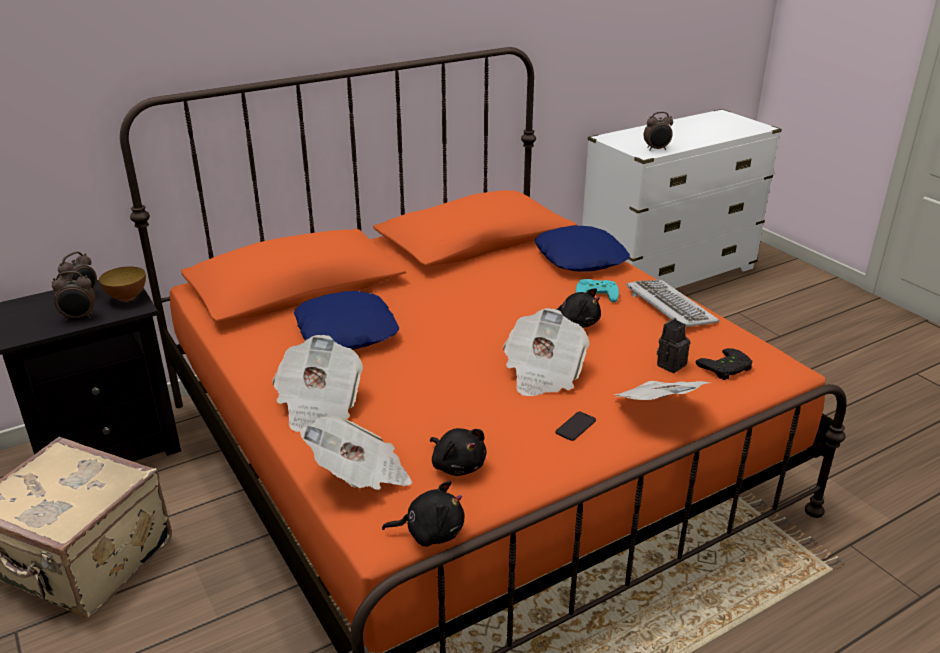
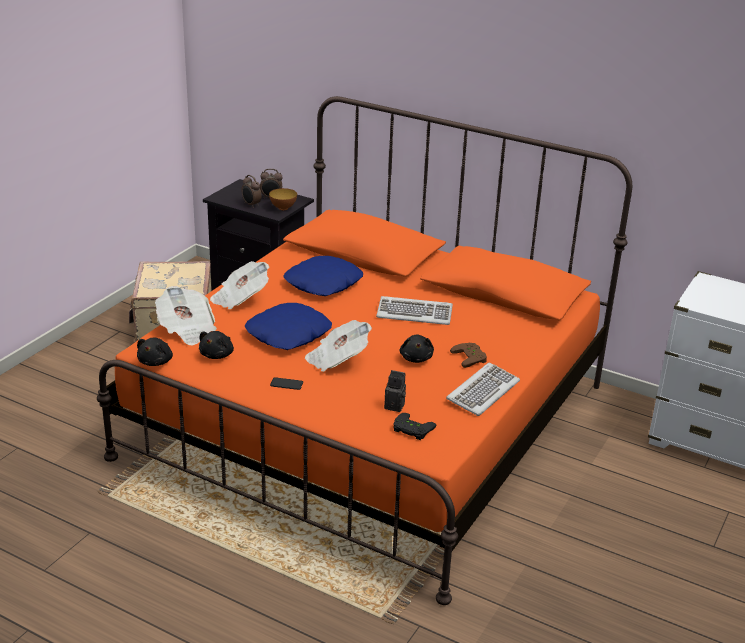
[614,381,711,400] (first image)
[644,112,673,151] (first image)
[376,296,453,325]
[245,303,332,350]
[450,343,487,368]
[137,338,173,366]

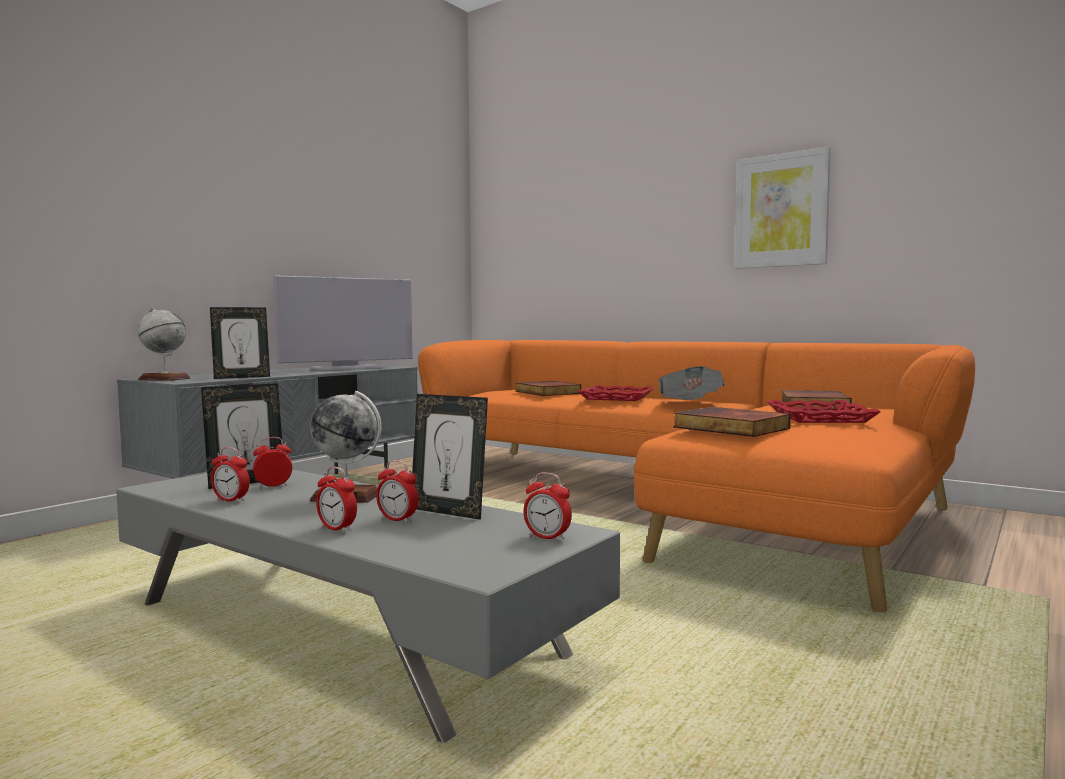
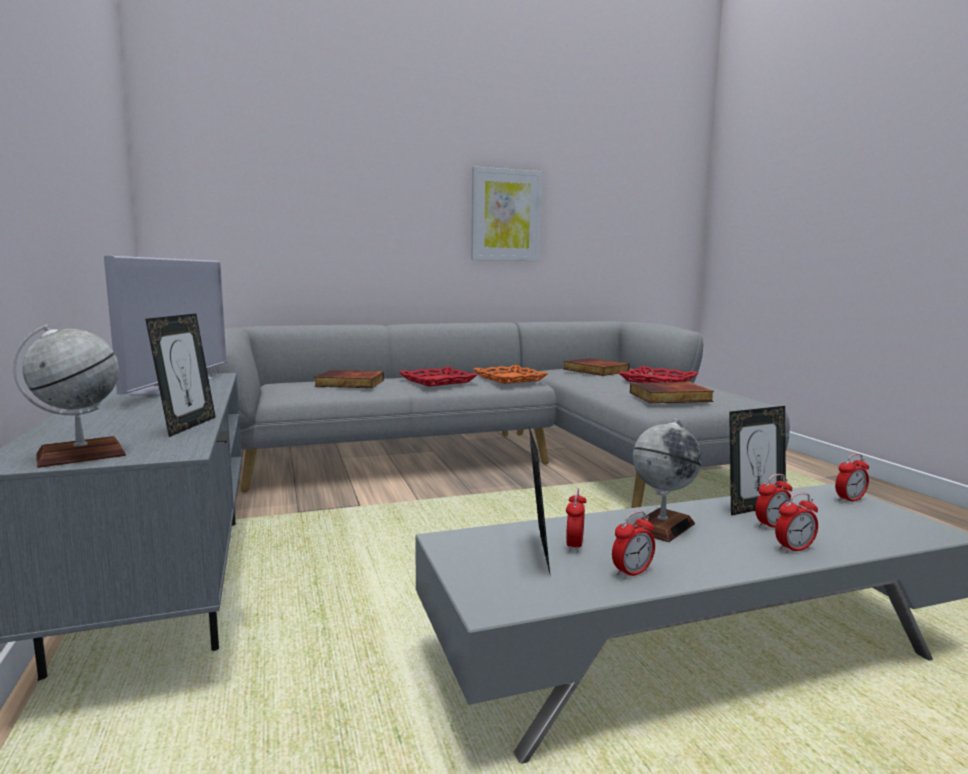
[473,365,549,384]
[207,321,790,508]

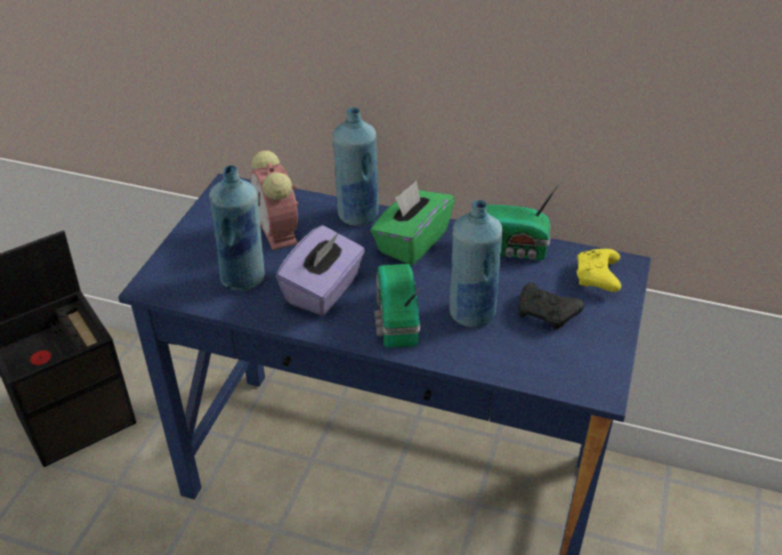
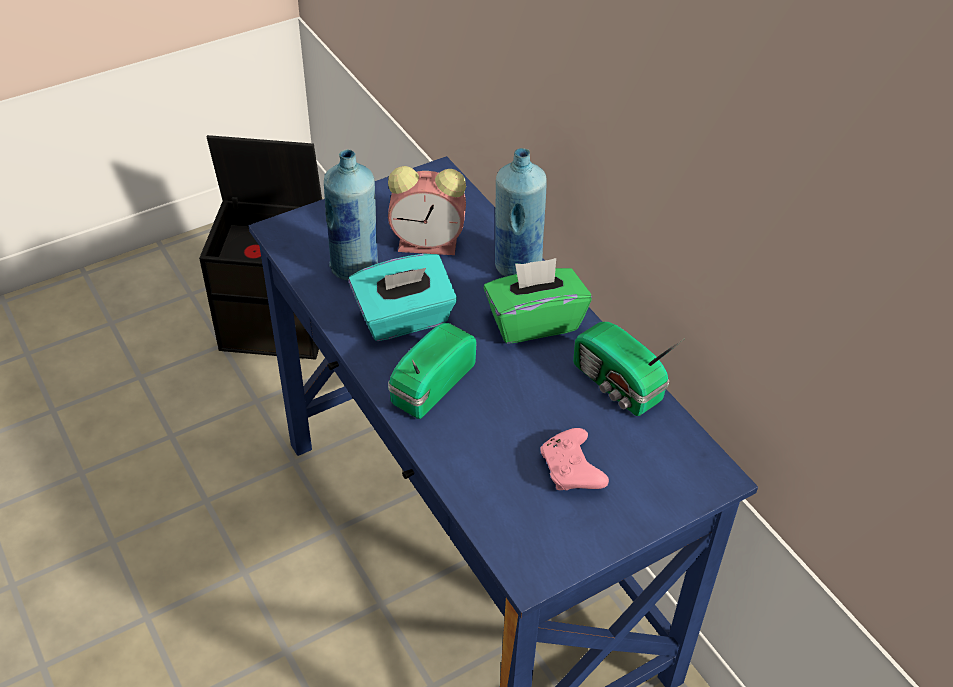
[449,200,503,327] (first image)
[577,249,621,292] (first image)
[349,254,457,341]
[540,428,609,491]
[388,166,466,255]

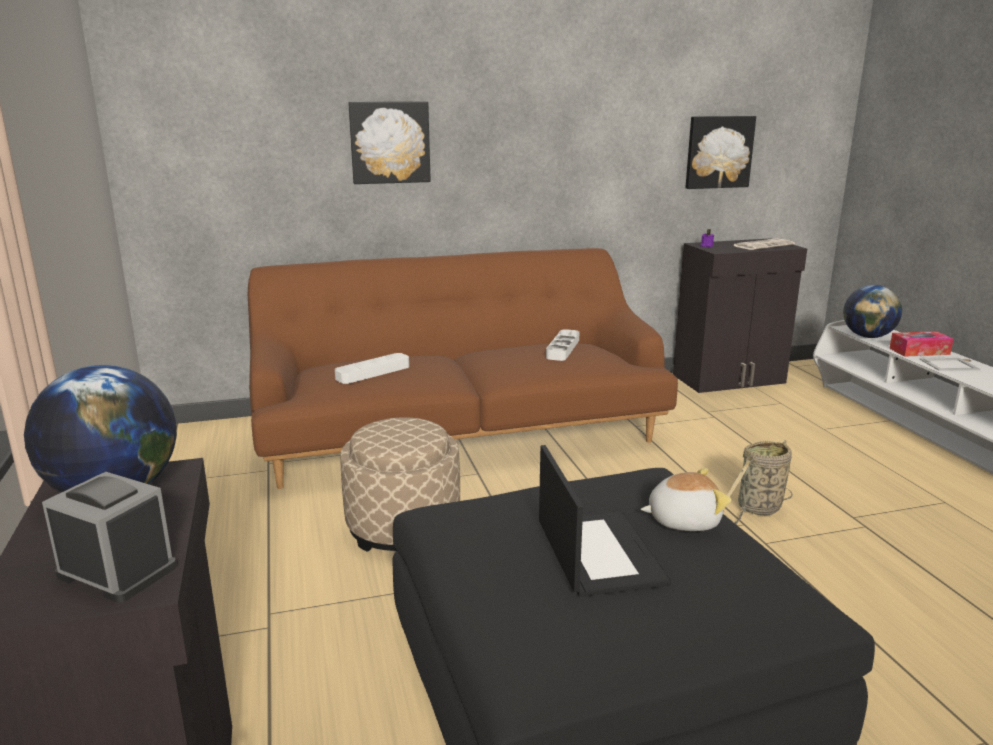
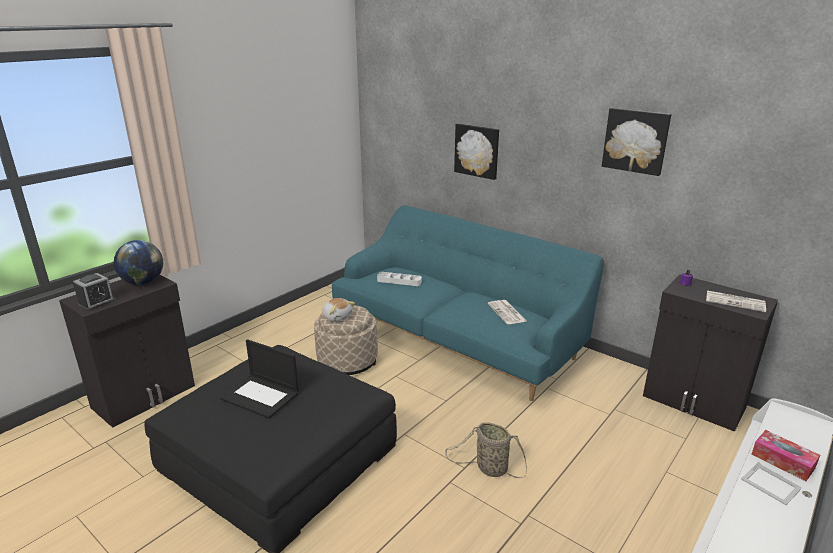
[843,285,902,338] (first image)
[322,298,355,322]
[602,108,671,176]
[488,300,527,324]
[332,205,604,401]
[73,273,116,311]
[220,339,299,419]

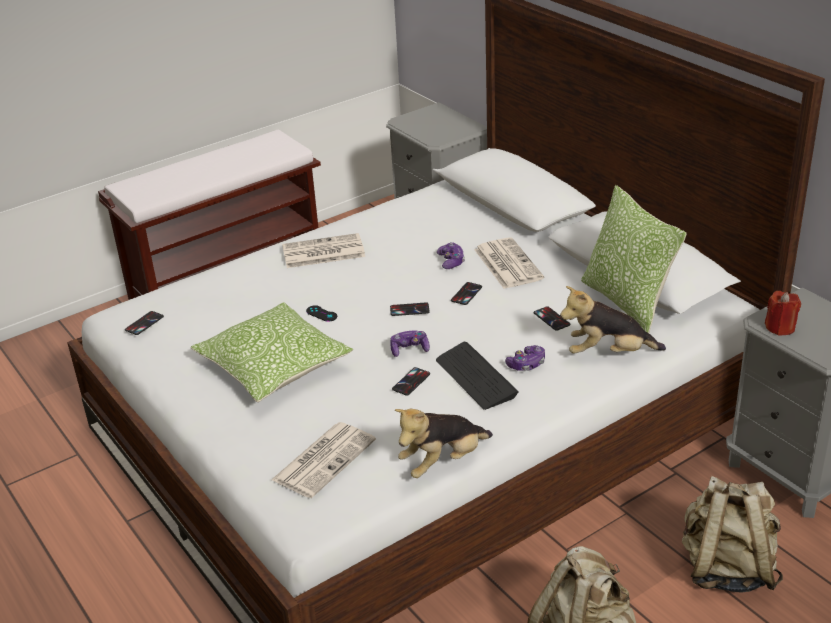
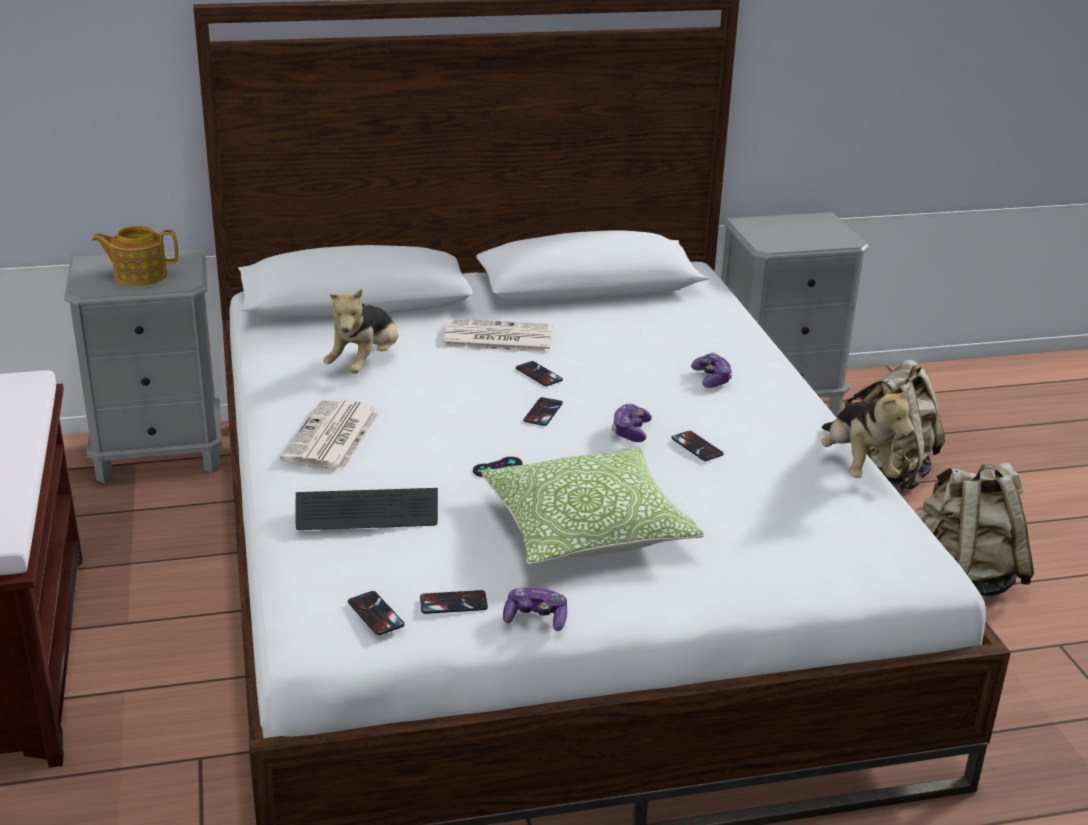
[271,422,376,498] (first image)
[581,185,687,334] (first image)
[765,291,801,336] (first image)
[92,226,178,286]
[295,488,438,530]
[503,587,567,631]
[420,590,488,614]
[323,289,398,373]

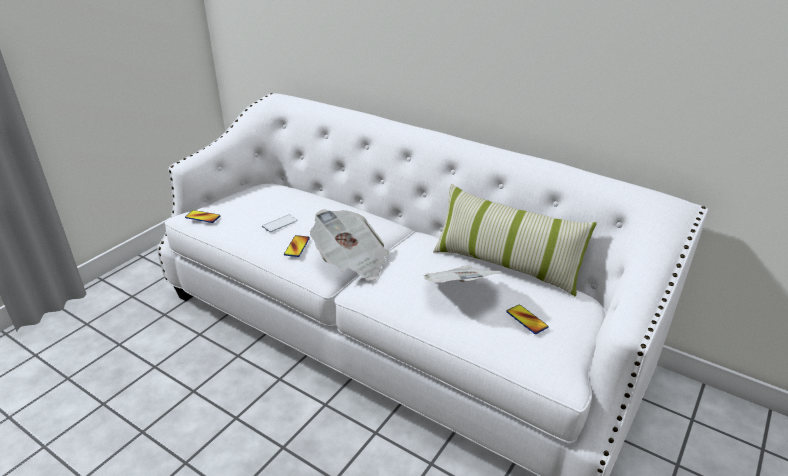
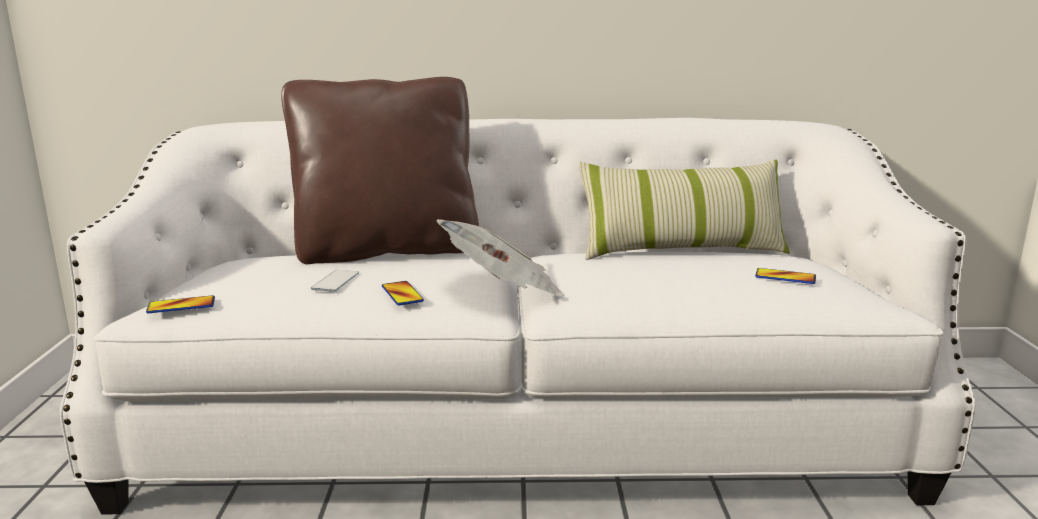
[424,266,503,283] (first image)
[281,77,479,264]

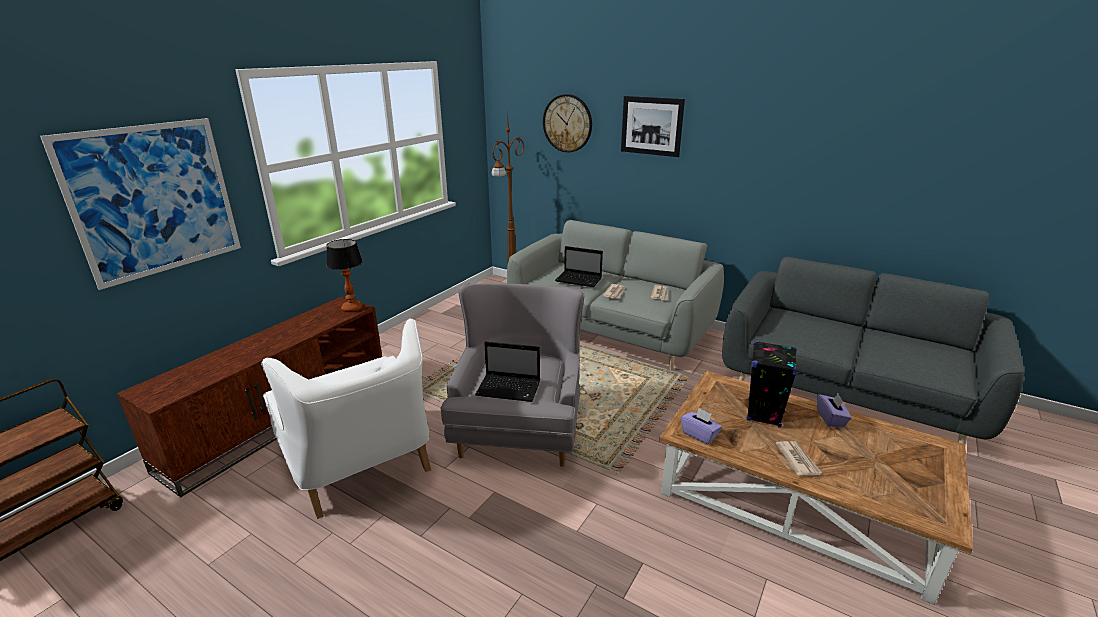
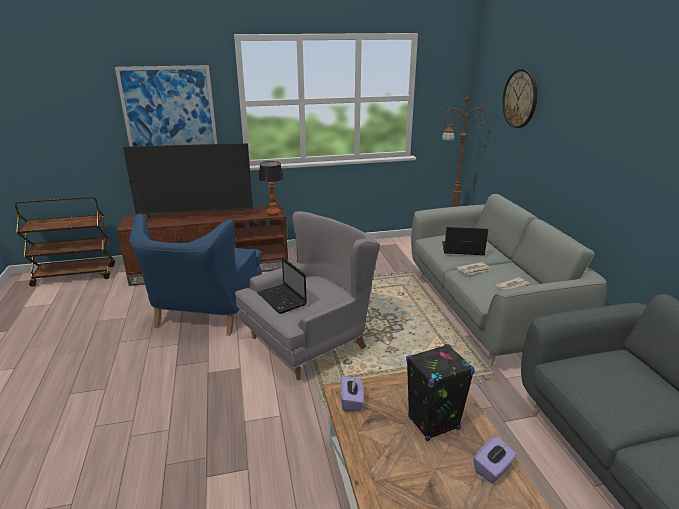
[621,96,685,157] (first image)
[776,441,822,476] (first image)
[123,143,253,222]
[130,214,262,336]
[442,227,488,255]

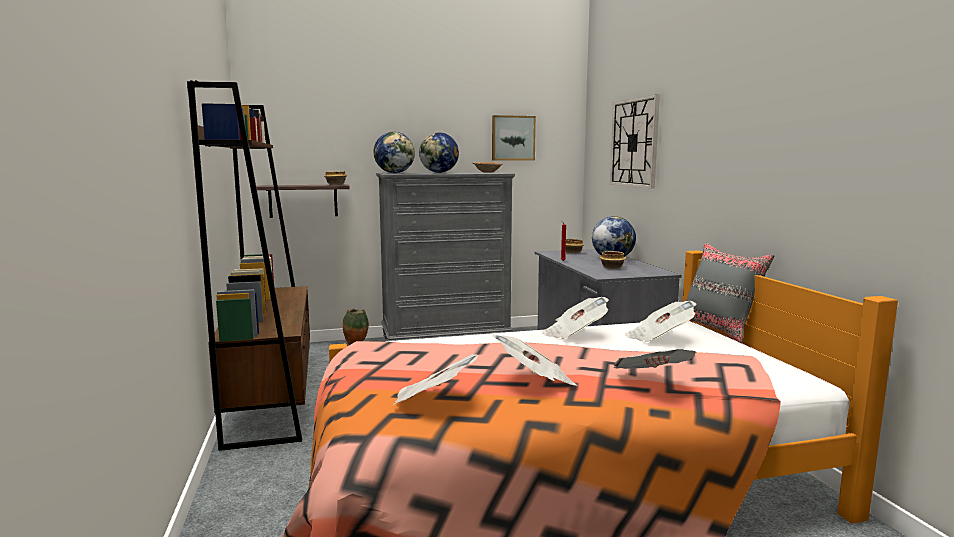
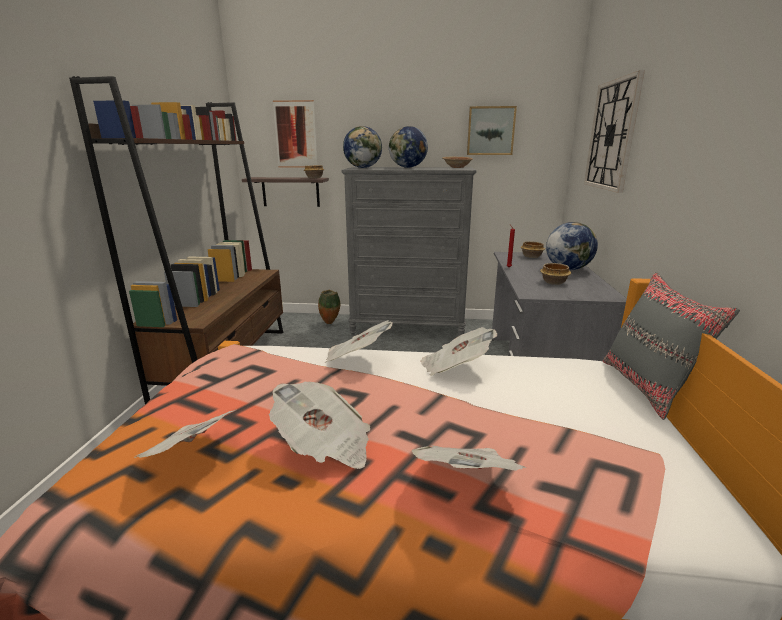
[273,100,317,168]
[325,320,393,363]

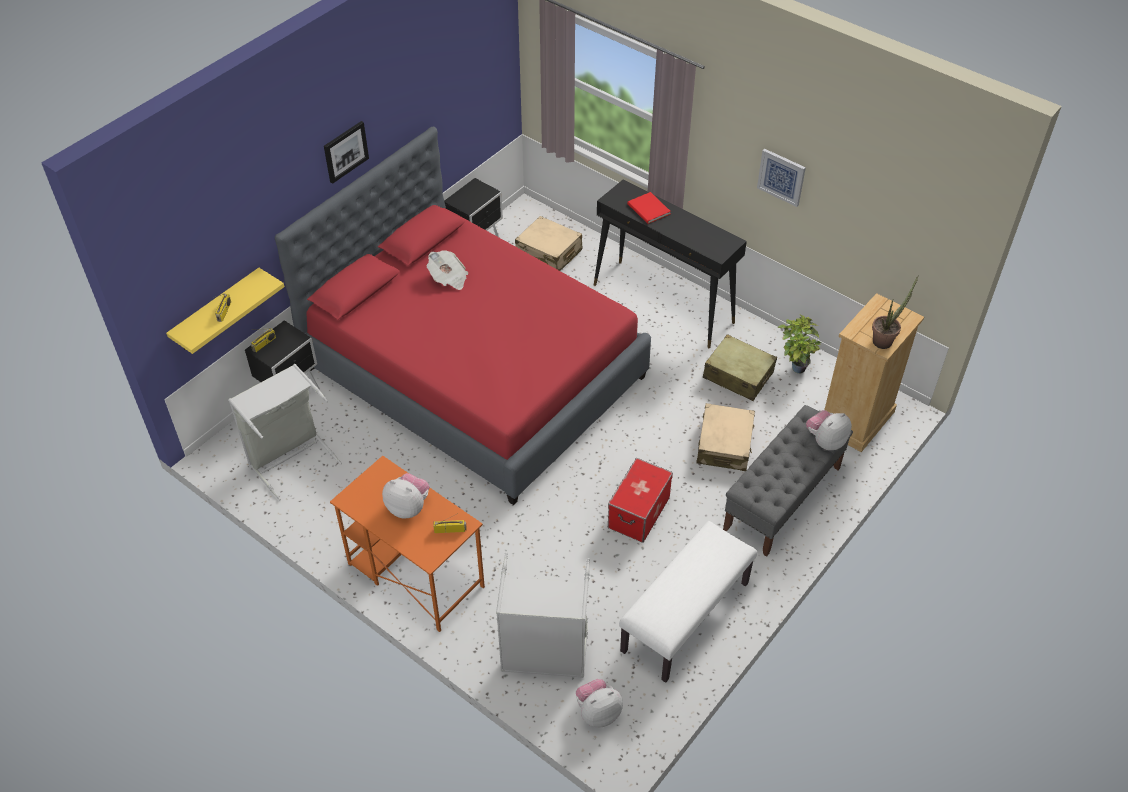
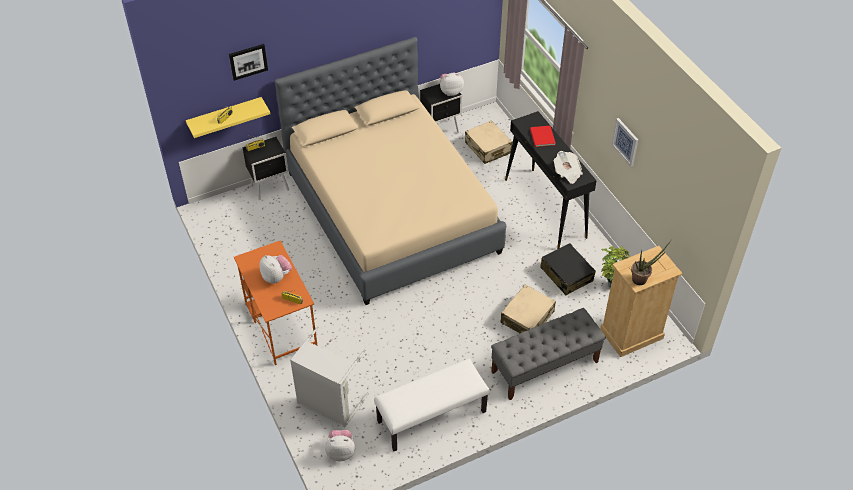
[228,364,342,500] (first image)
[608,458,673,543] (first image)
[229,44,268,81]
[554,151,583,184]
[440,72,464,96]
[275,37,506,305]
[540,243,596,295]

